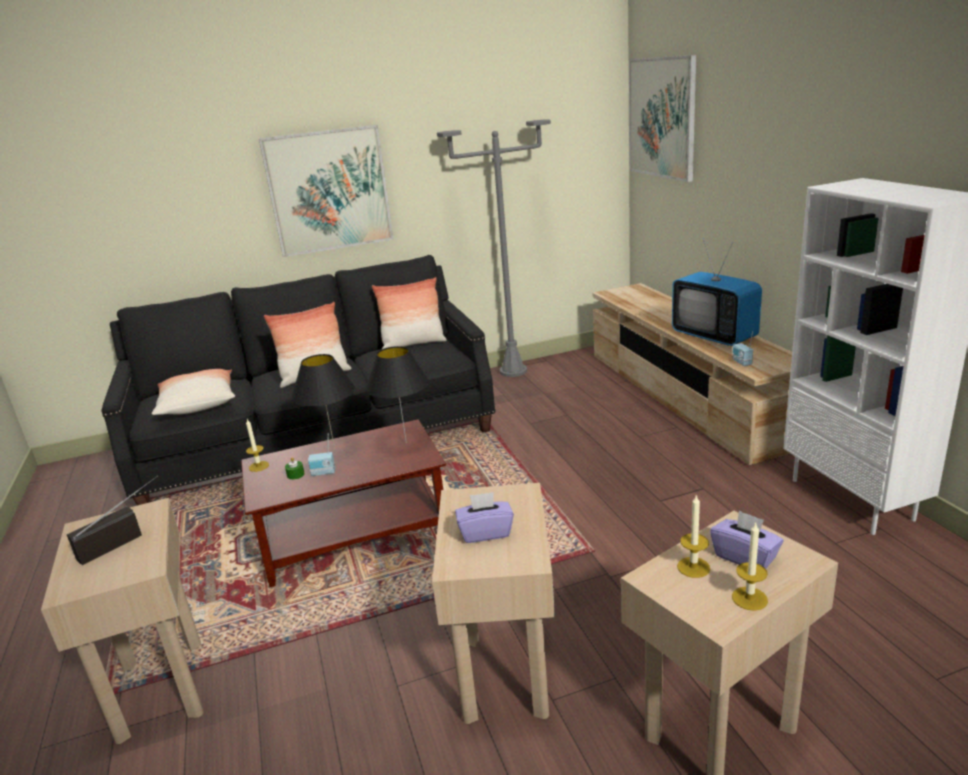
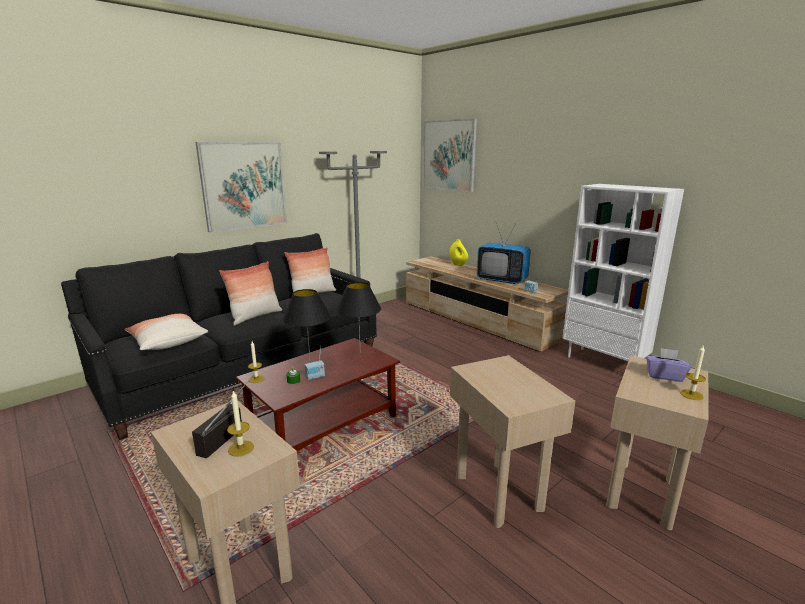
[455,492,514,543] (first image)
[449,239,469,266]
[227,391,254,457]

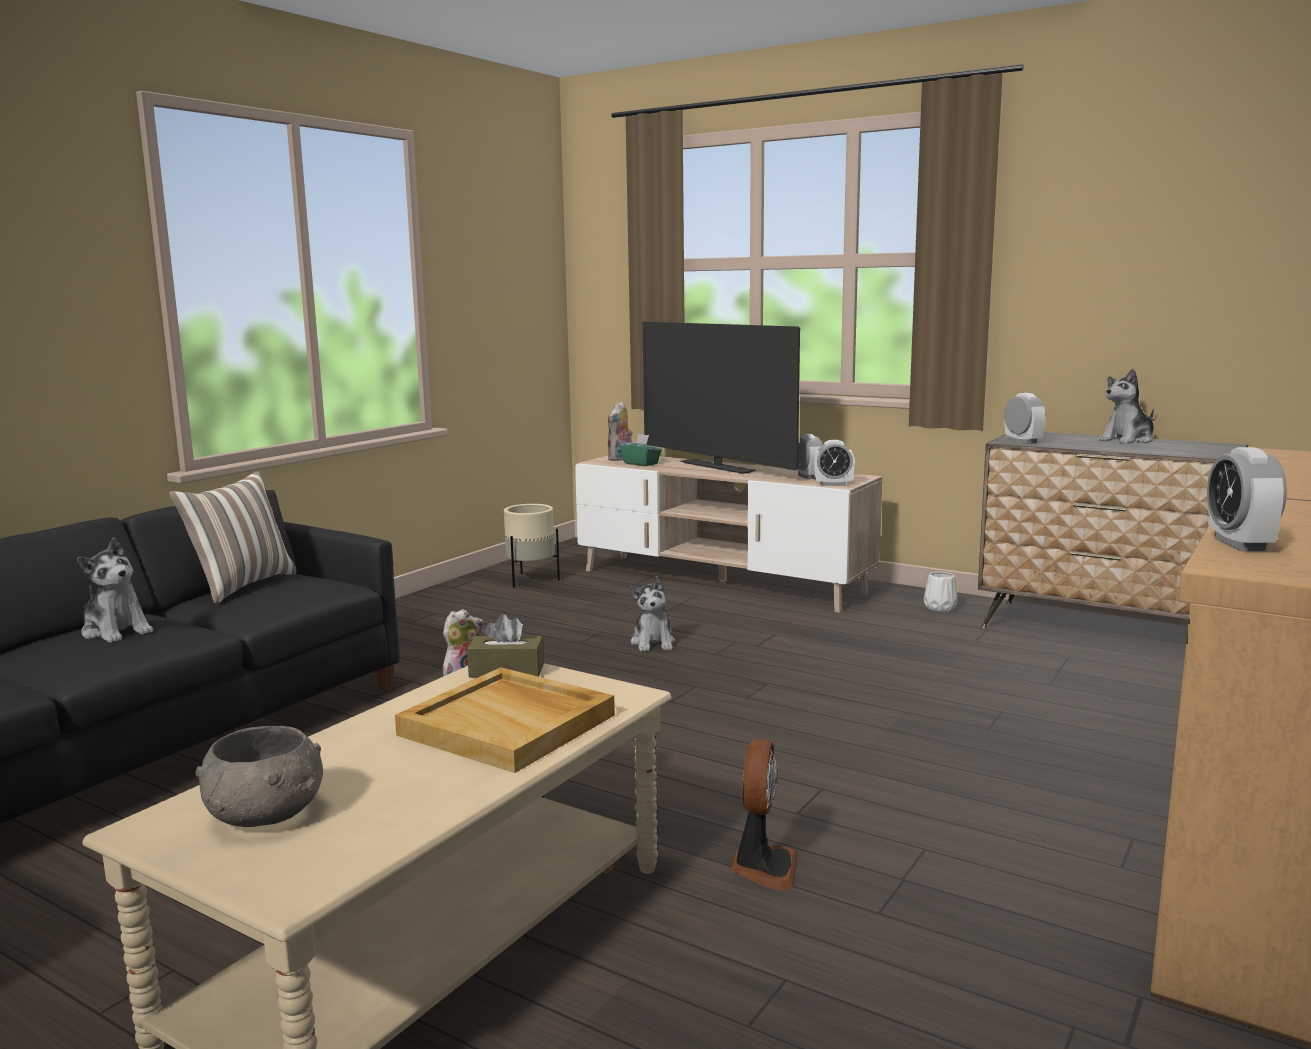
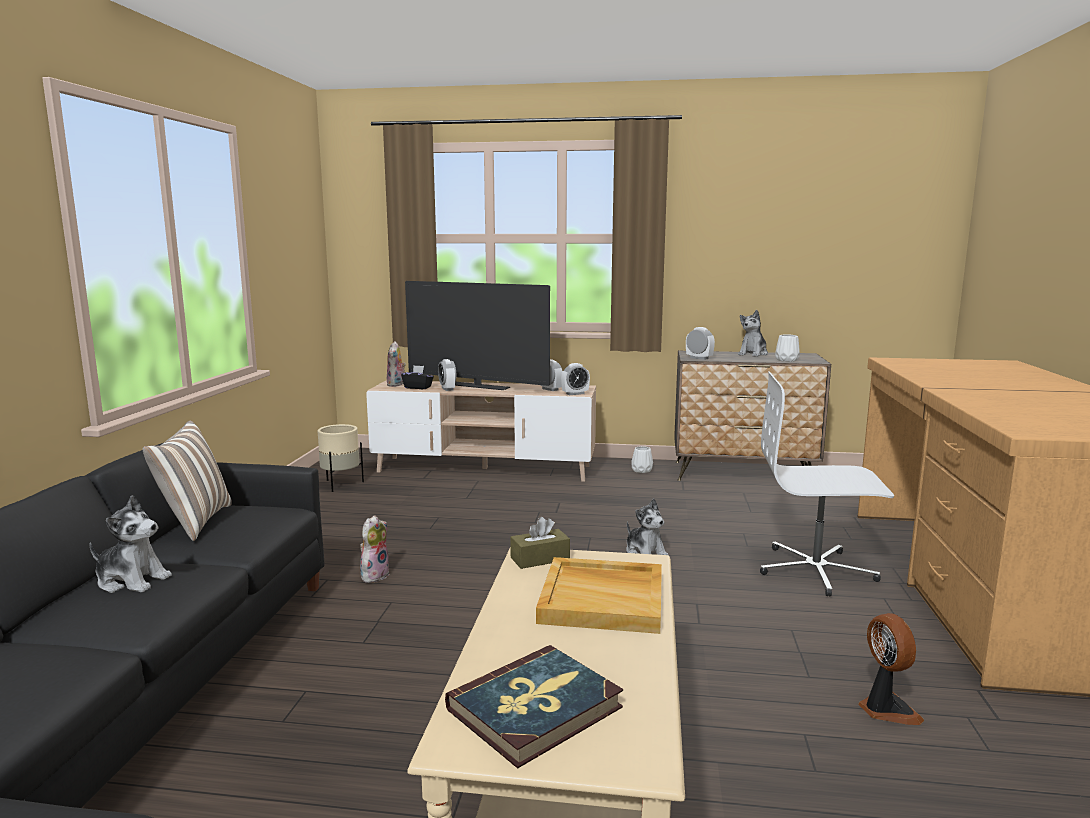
[760,371,894,597]
[775,334,800,362]
[626,498,669,556]
[858,613,924,725]
[438,359,456,391]
[445,645,623,768]
[401,365,434,389]

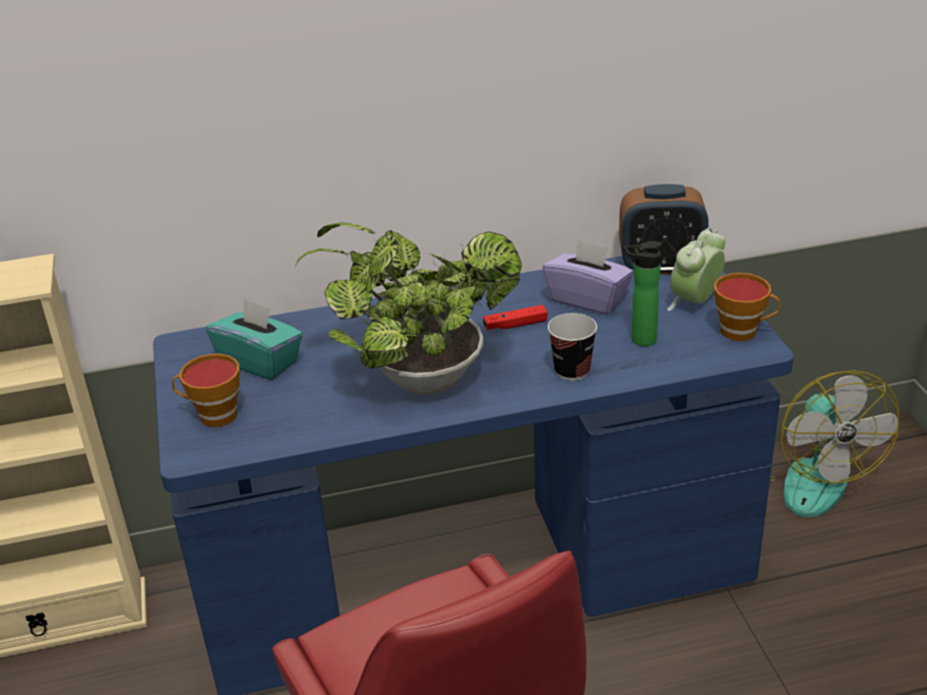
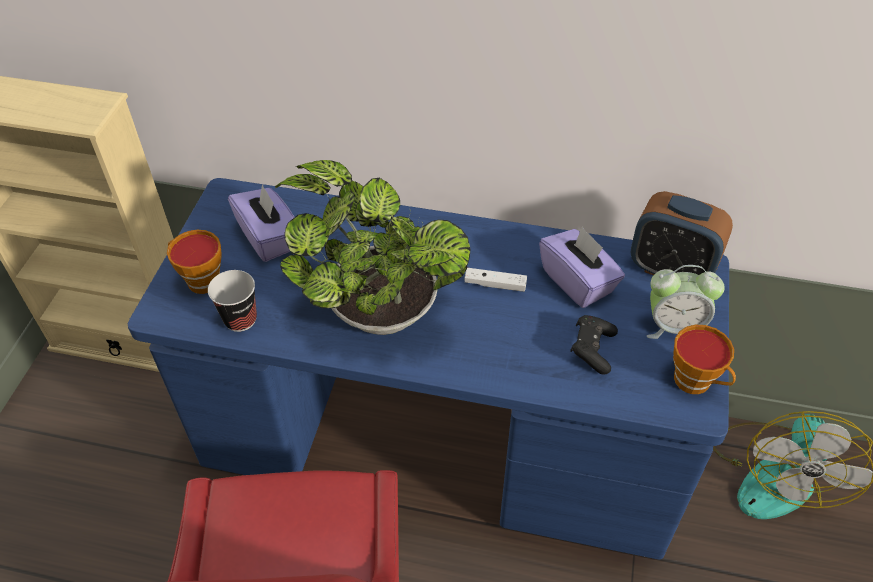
[208,270,257,332]
[570,315,618,375]
[228,183,294,262]
[464,268,527,292]
[647,265,725,339]

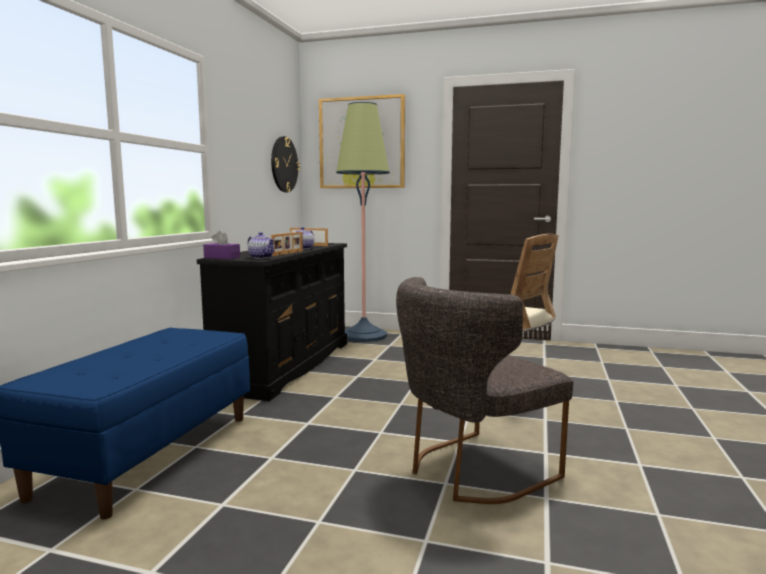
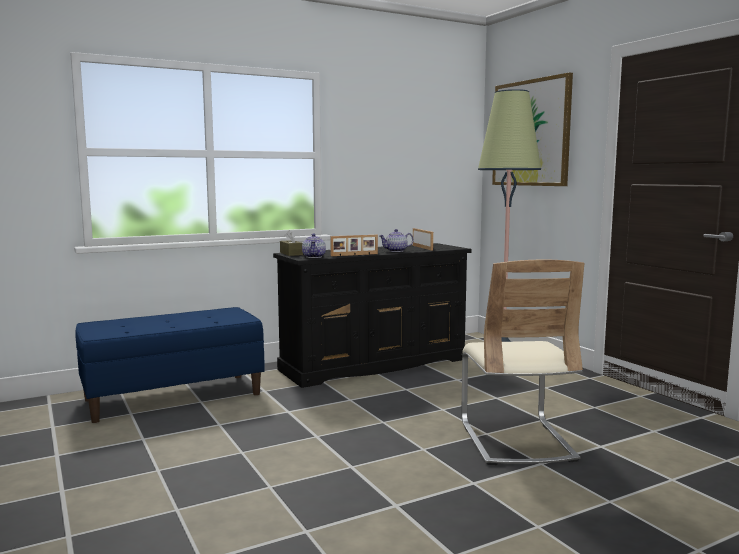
[271,136,300,192] (first image)
[396,277,573,504] (first image)
[280,230,303,256]

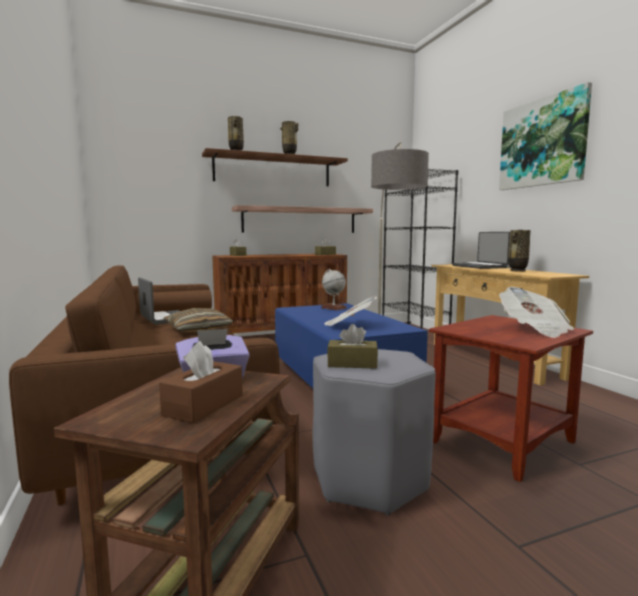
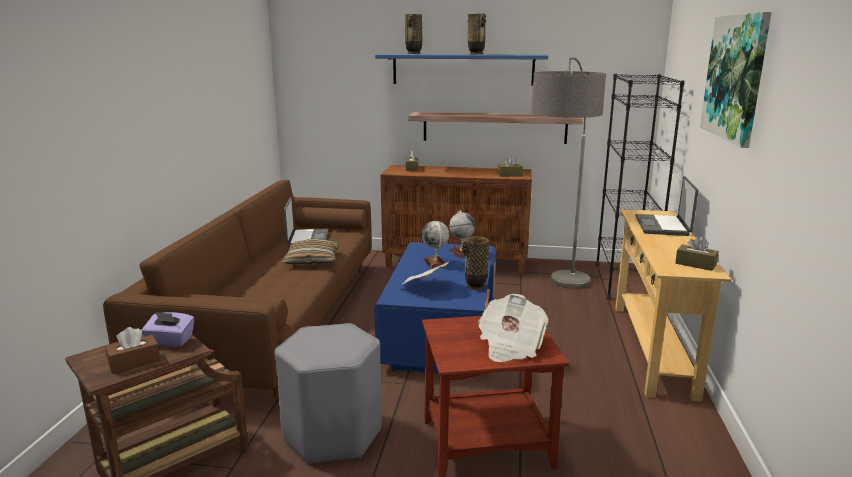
[422,221,449,269]
[675,236,719,271]
[462,236,490,290]
[375,54,548,86]

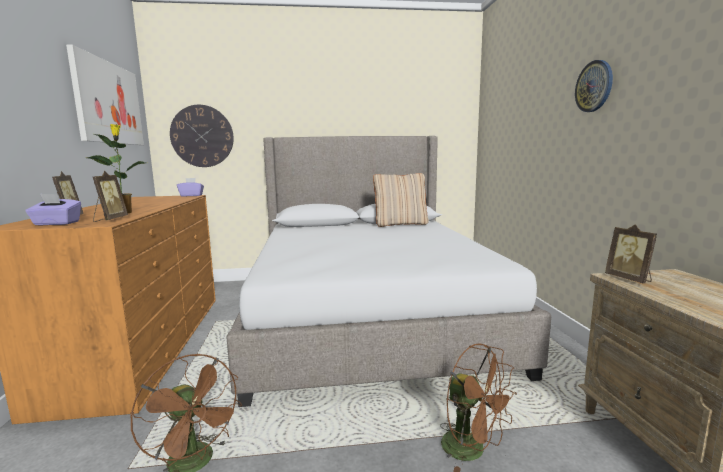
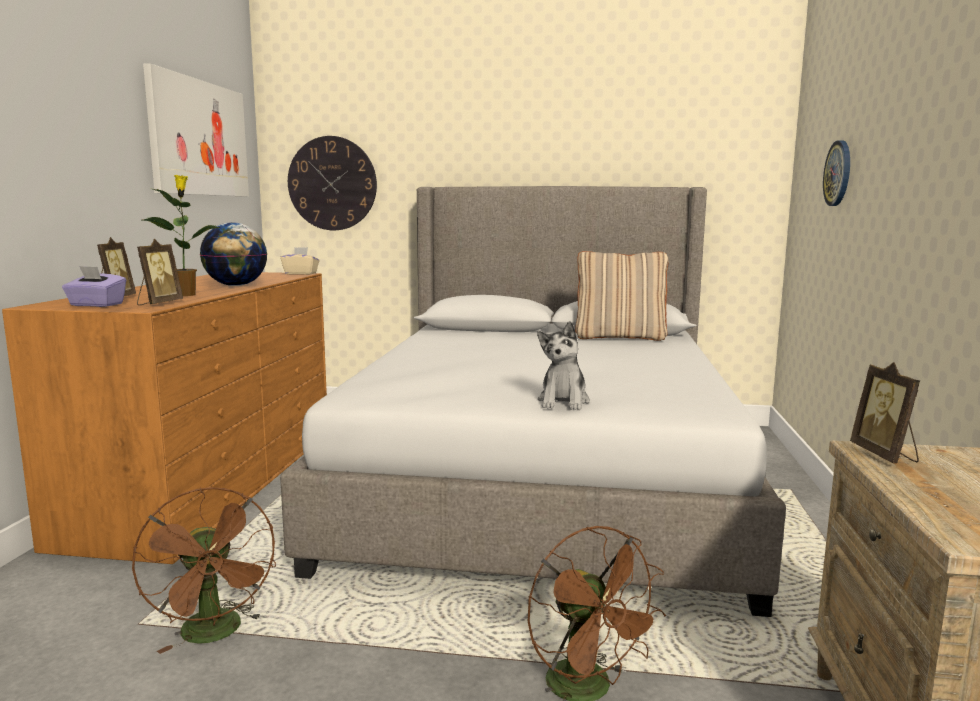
[200,222,267,286]
[537,321,590,410]
[823,140,850,206]
[280,247,320,275]

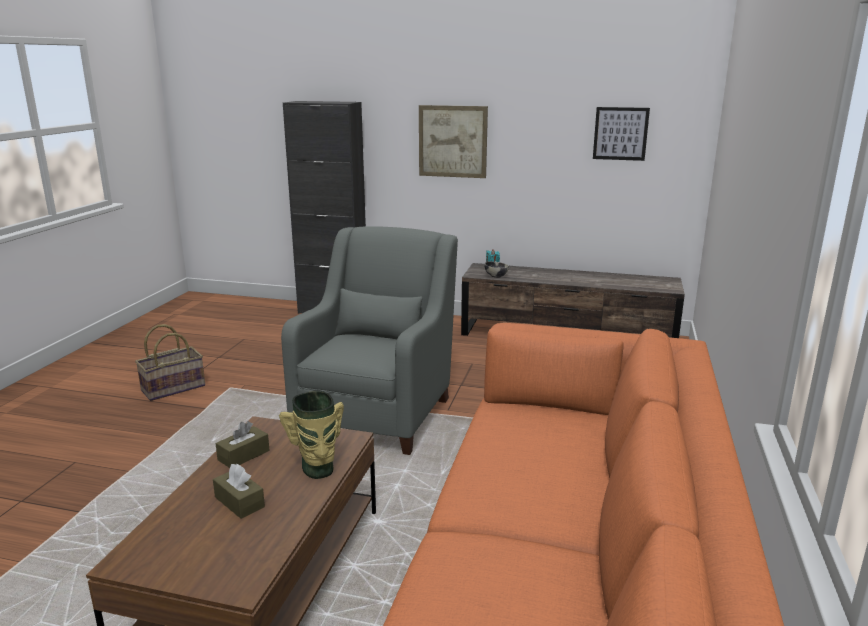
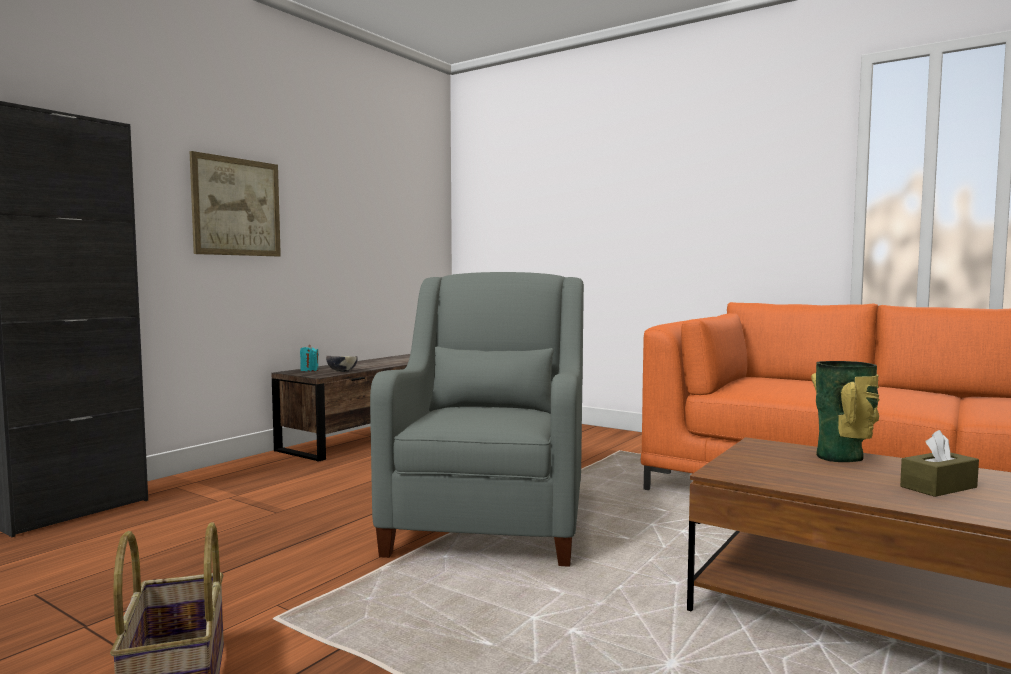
[216,421,269,468] (first image)
[593,107,650,161] (first image)
[370,272,584,567]

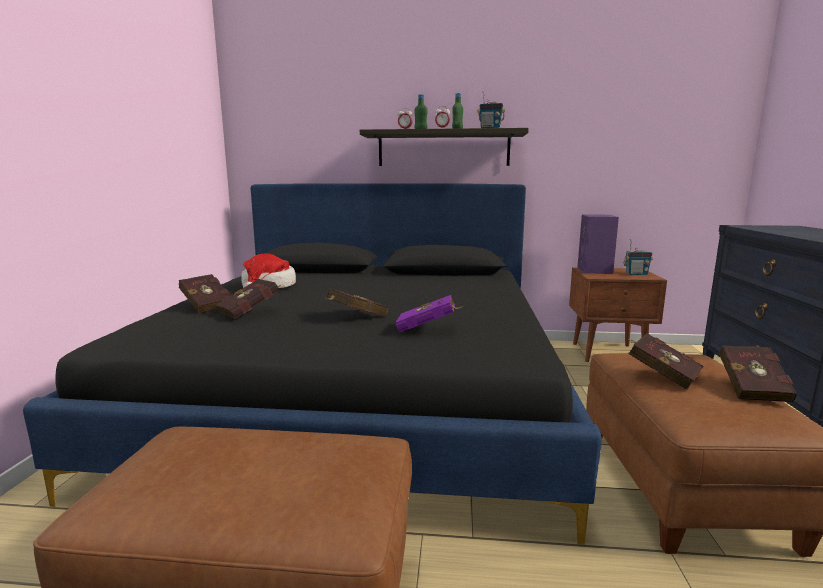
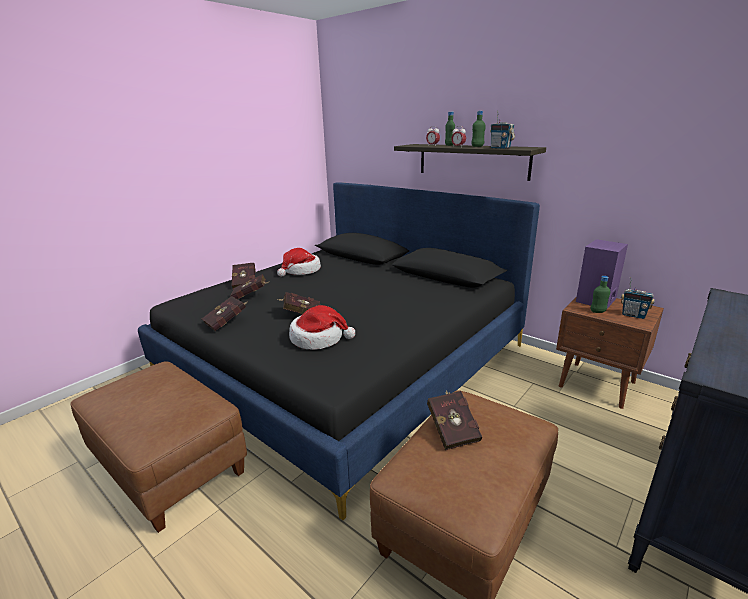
[590,276,611,313]
[202,296,248,331]
[289,305,355,350]

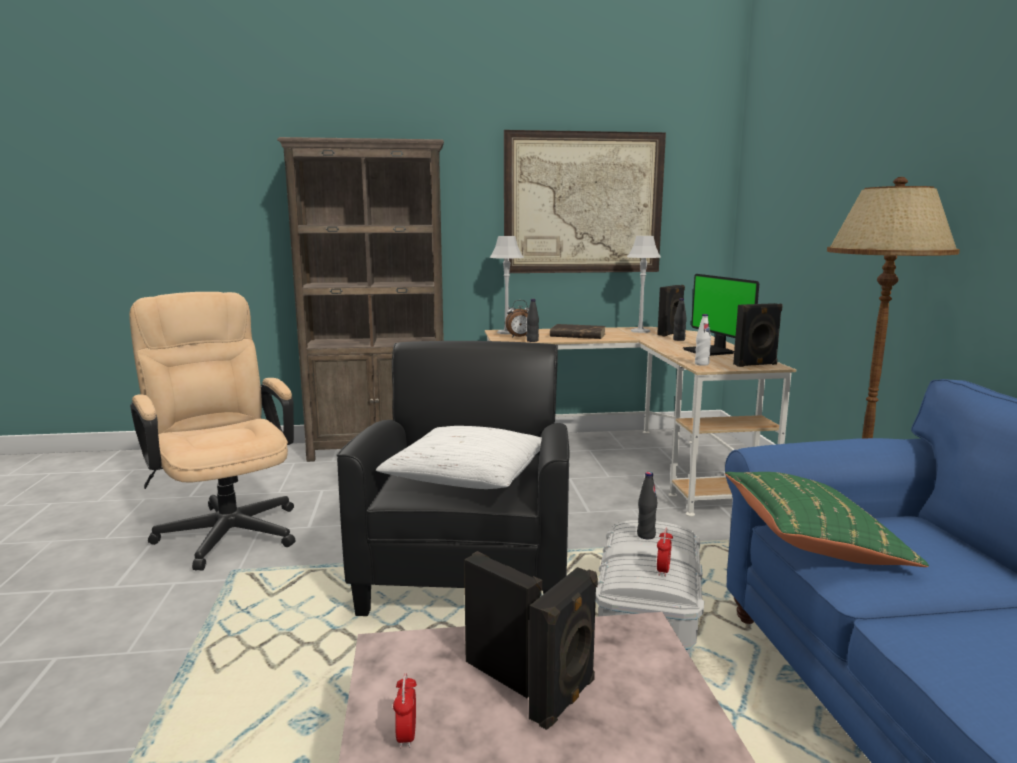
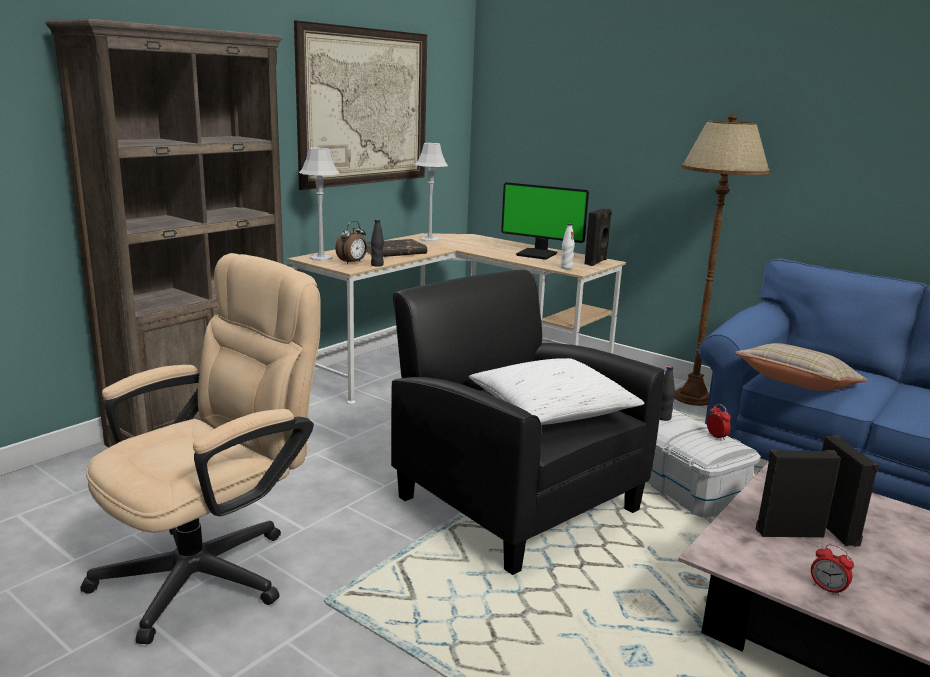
[657,285,685,336] (first image)
[673,298,687,341] (first image)
[735,343,867,391]
[80,253,320,644]

